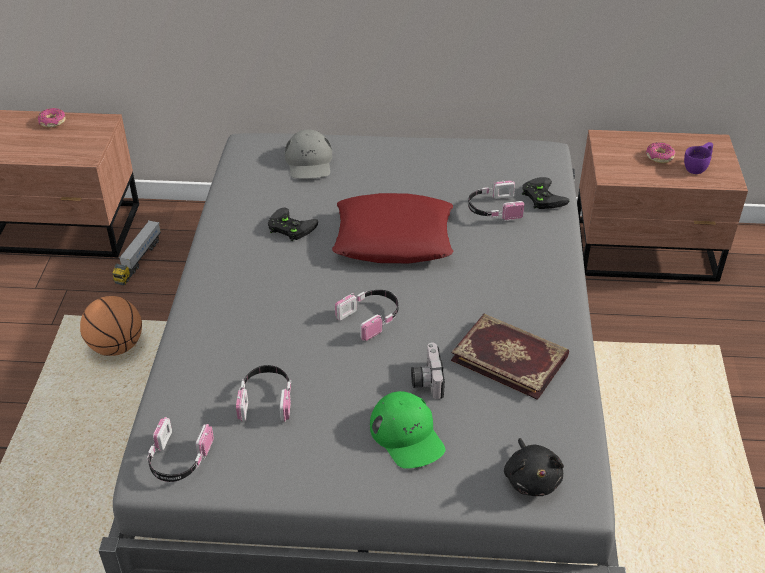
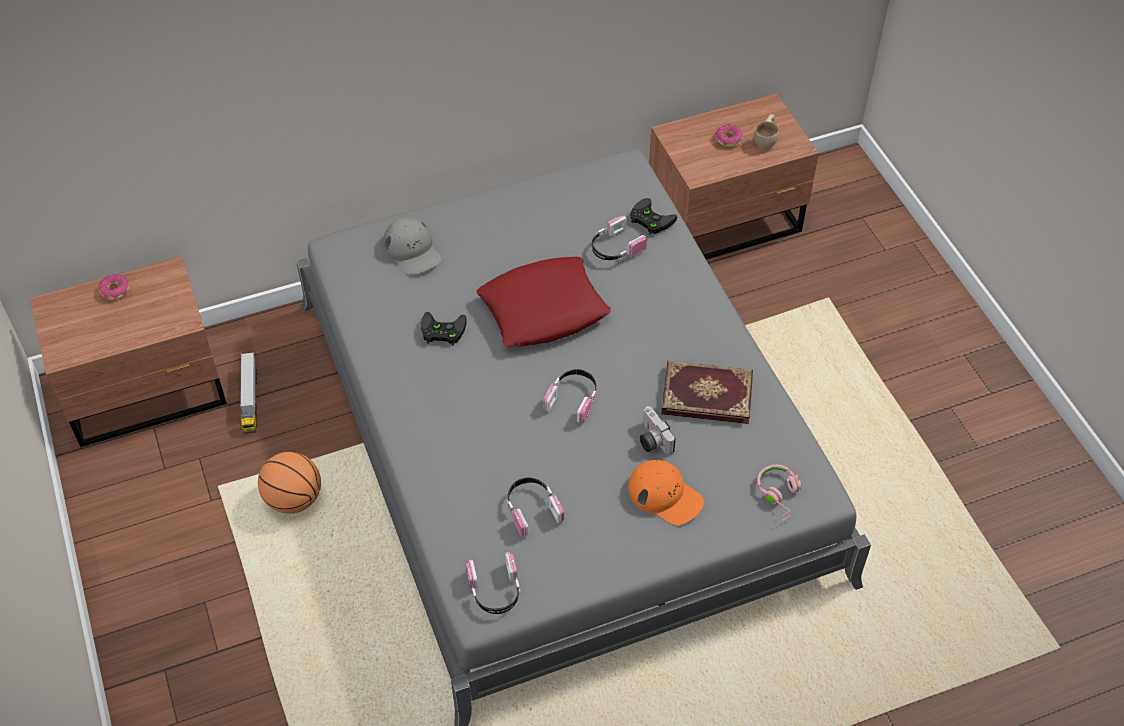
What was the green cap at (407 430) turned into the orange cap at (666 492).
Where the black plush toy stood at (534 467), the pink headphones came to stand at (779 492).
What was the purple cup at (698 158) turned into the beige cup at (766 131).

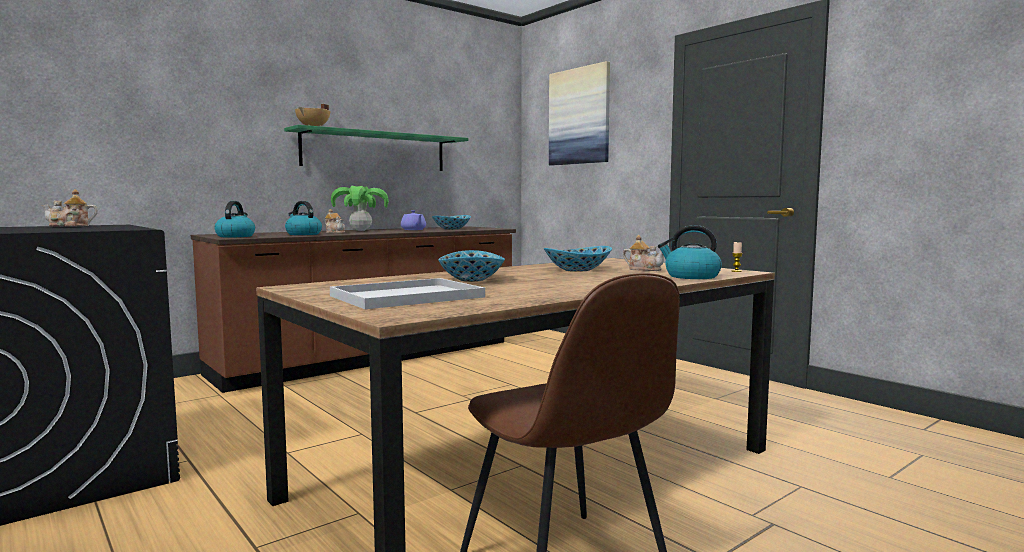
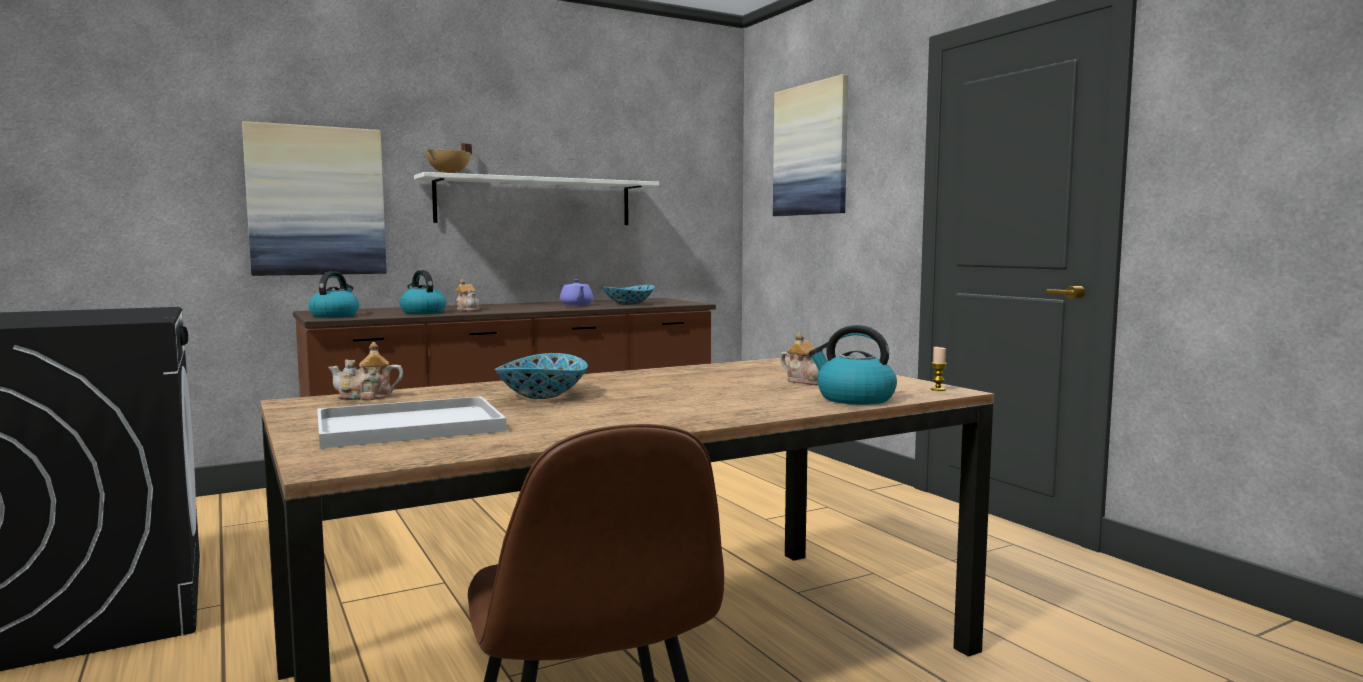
The teapot ended up elsewhere, having gone from (69 208) to (365 371).
What was the green shelf at (376 148) turned into the white shelf at (536 198).
The second view lost the potted plant at (360 208).
The second view lost the bowl at (578 259).
The second view gained the picture at (314 198).

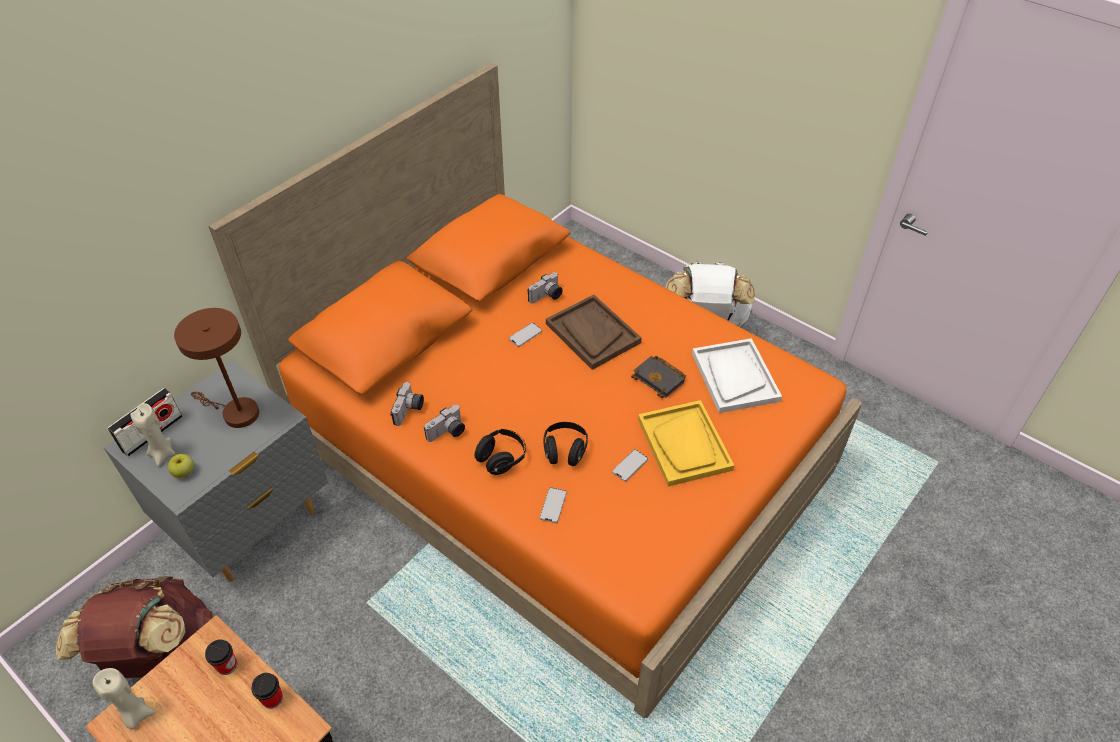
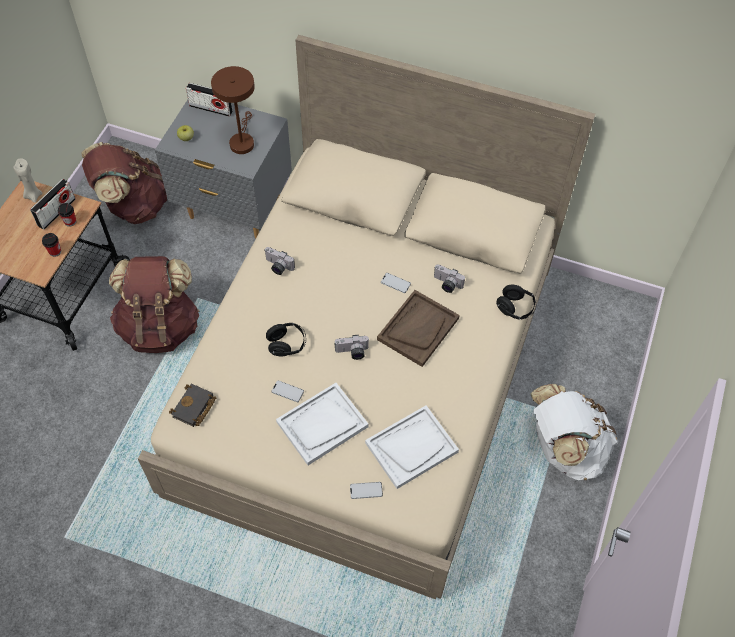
The second view lost the beige candle at (153 434).
What was the orange bed at (535 390) turned into the beige bed at (366 317).
The photo camera ended up elsewhere, having gone from (407 404) to (352 347).
The black headphones ended up elsewhere, having gone from (500 452) to (516 302).
The phone ended up elsewhere, having gone from (553 505) to (366 490).
The black book ended up elsewhere, having gone from (658 377) to (192 405).
What was the yellow tray at (686 443) turned into the white tray at (322 424).
The second view gained the radio at (53 204).
The second view gained the brown backpack at (154 304).

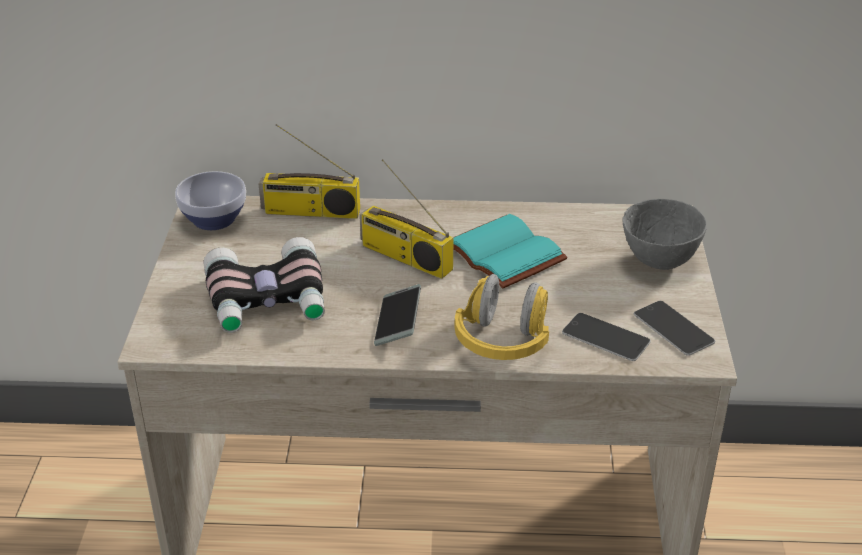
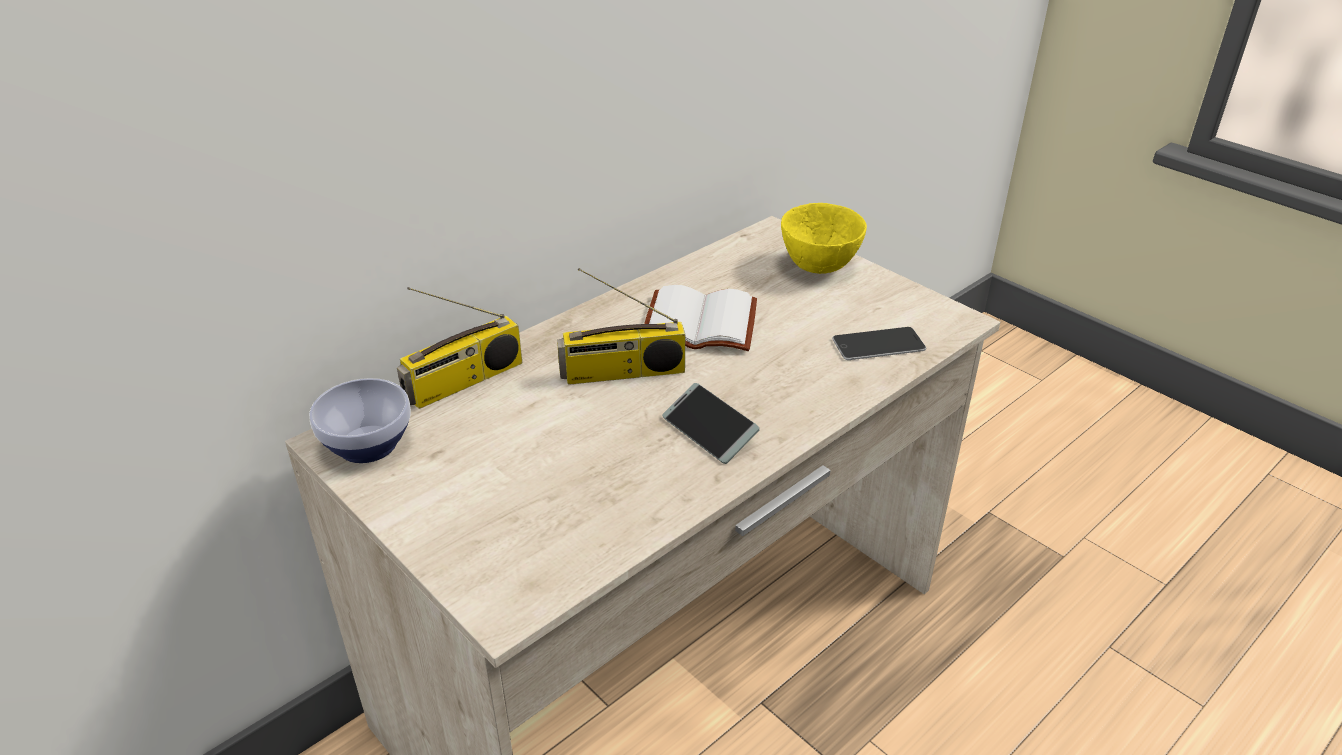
The second view lost the binoculars at (264 285).
What was the turquoise book at (510 251) turned into the white book at (700 318).
The second view lost the yellow headphones at (501 317).
What was the grey bowl at (664 234) turned into the yellow bowl at (824 238).
The second view lost the phone at (674 328).

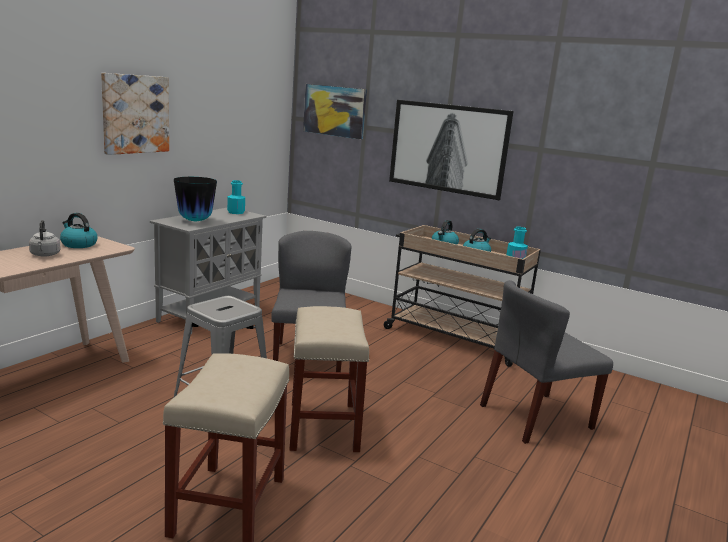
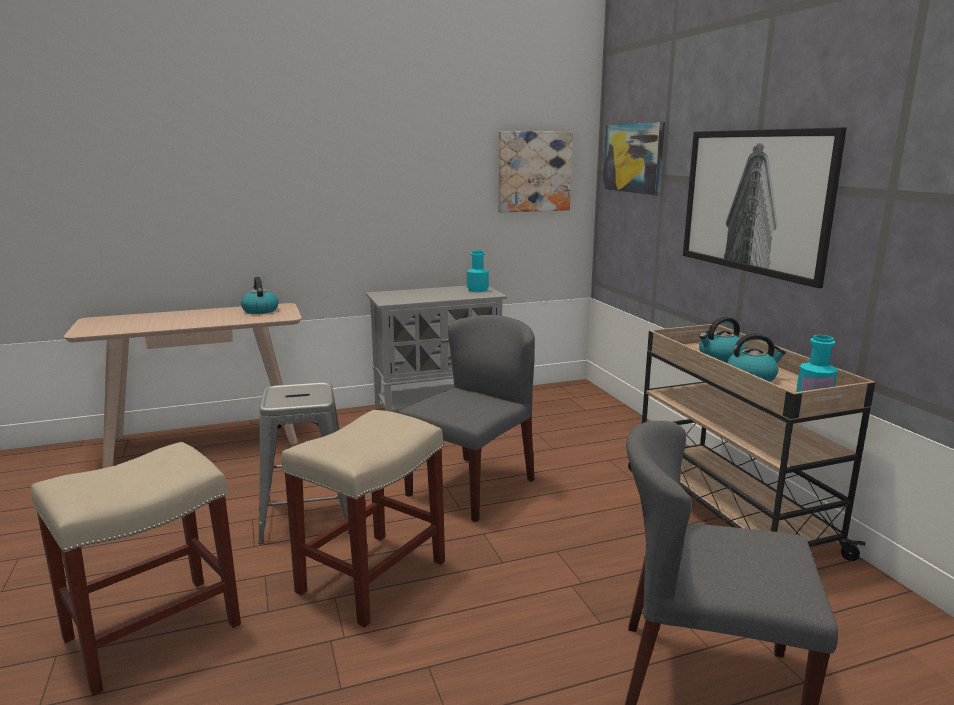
The second view lost the grey kettle at (45 238).
The picture ended up elsewhere, having gone from (135 114) to (535 172).
The second view lost the vase at (195 199).

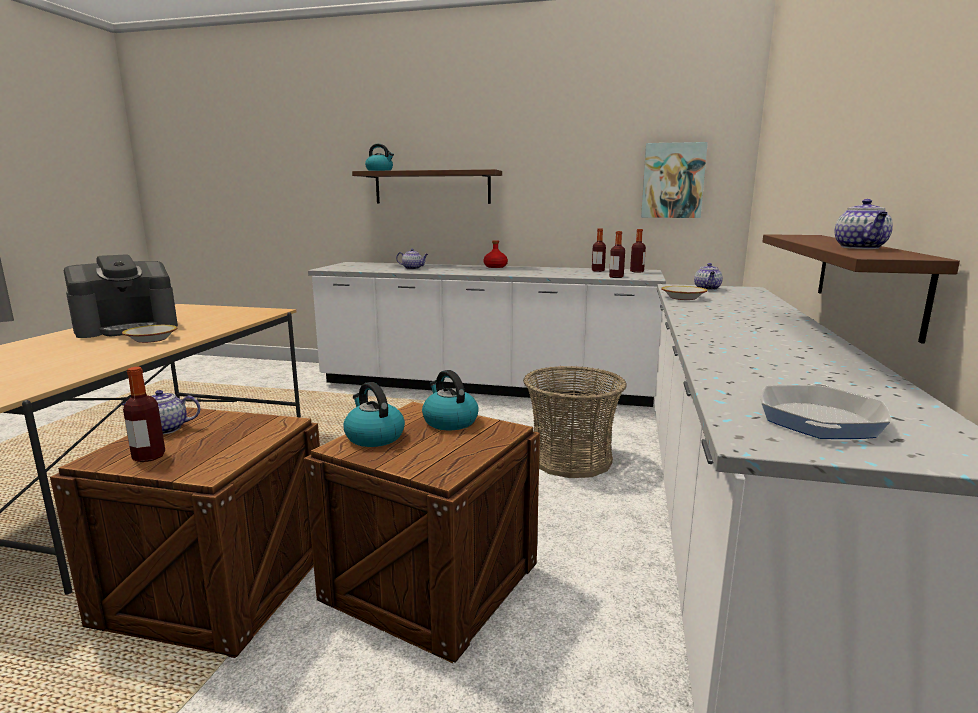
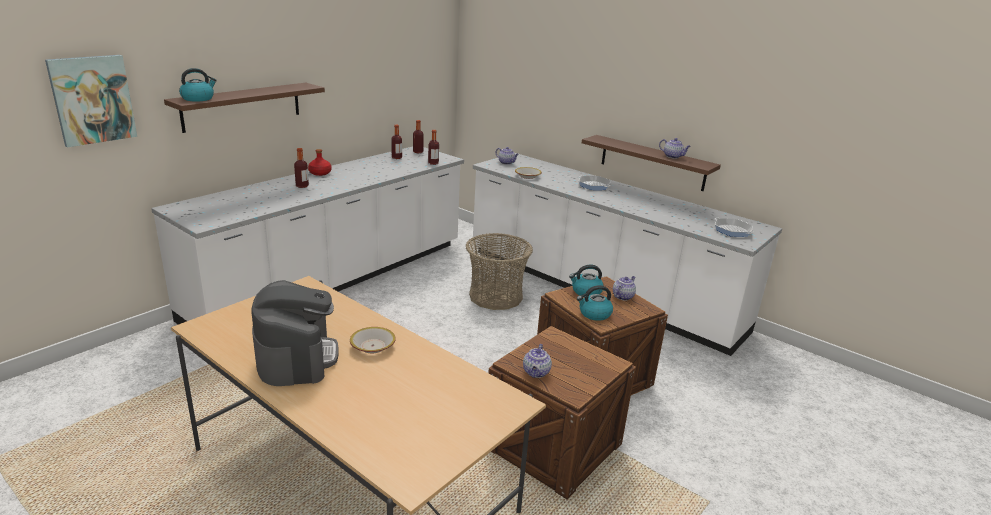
The bottle ended up elsewhere, having gone from (144 414) to (301 168).
The teapot ended up elsewhere, having gone from (412 258) to (624 288).
The picture ended up elsewhere, having gone from (674 180) to (91 101).
The second view gained the frying pan at (595 183).

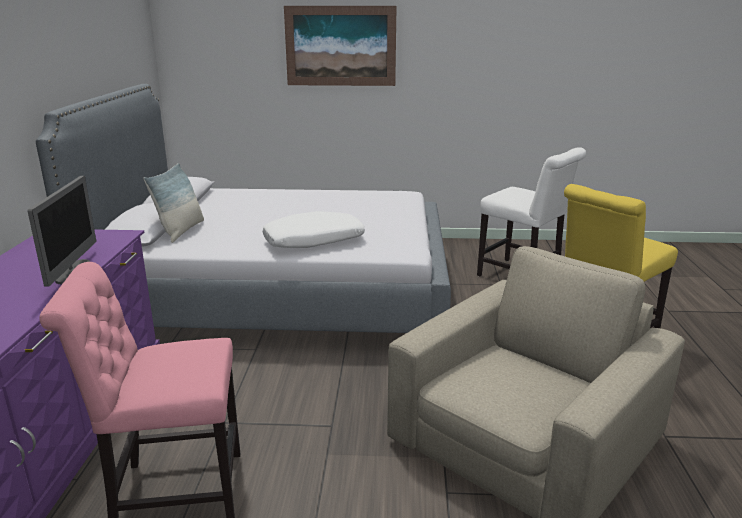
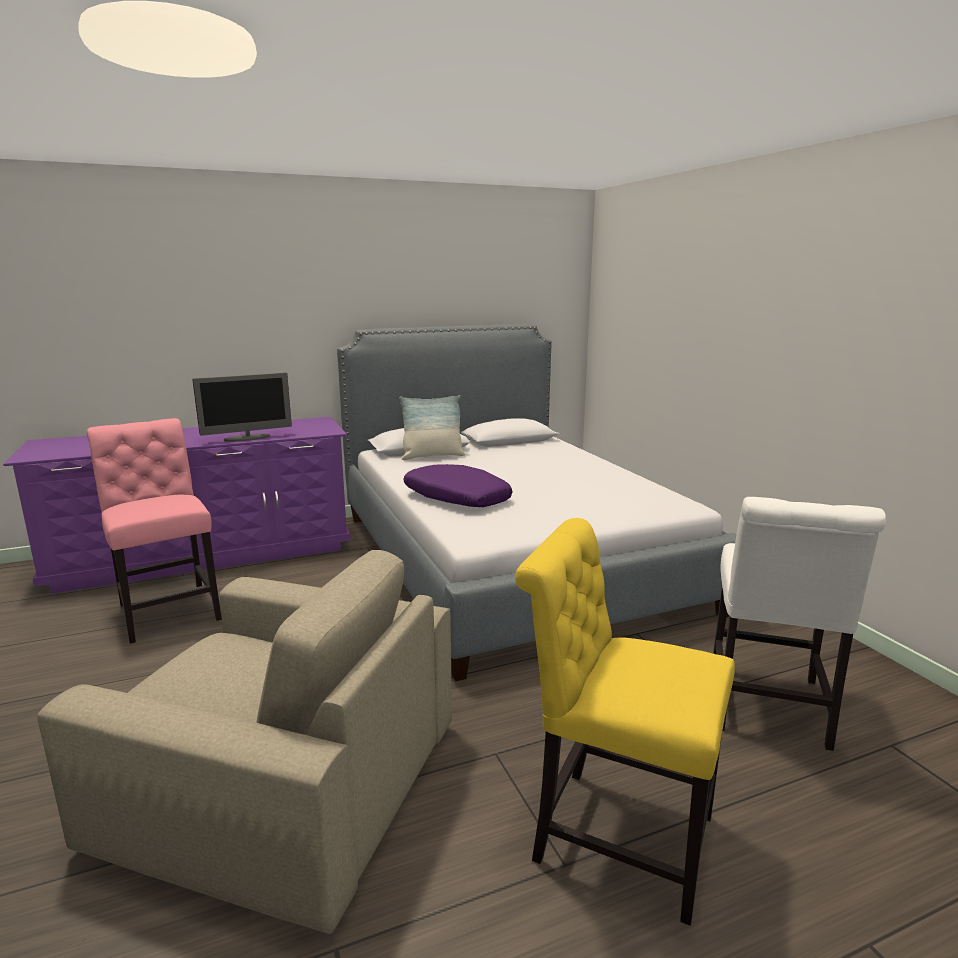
What was the white pillow at (314 229) turned into the purple pillow at (457 485).
The second view lost the picture at (340 46).

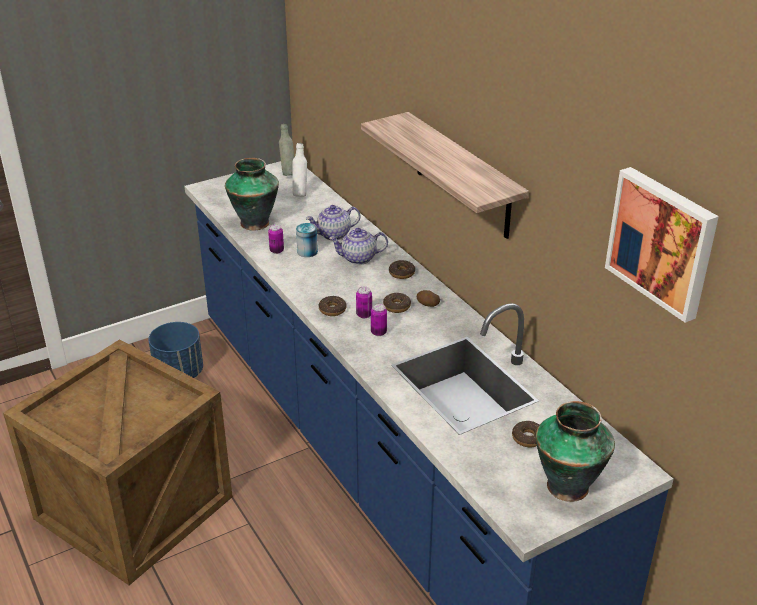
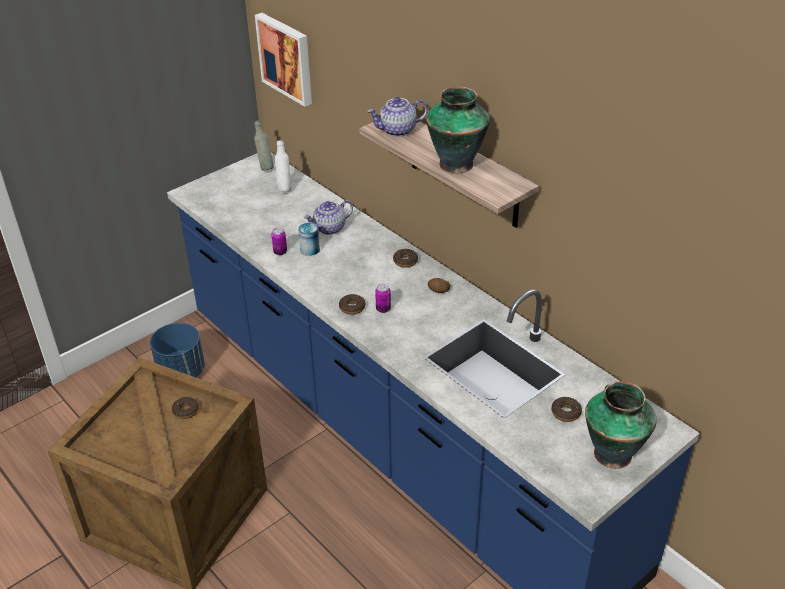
The vase ended up elsewhere, having gone from (252 194) to (458 130).
The teapot ended up elsewhere, having gone from (358 246) to (398 117).
The second view lost the can at (379 320).
The donut ended up elsewhere, having gone from (397 303) to (185 408).
The picture ended up elsewhere, having gone from (662 245) to (283 60).

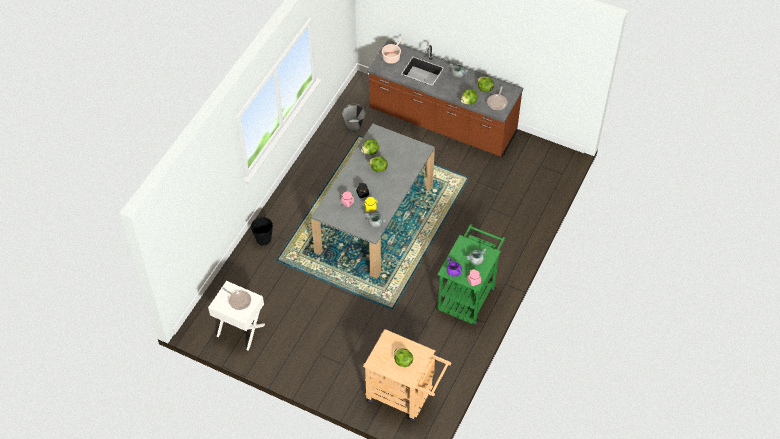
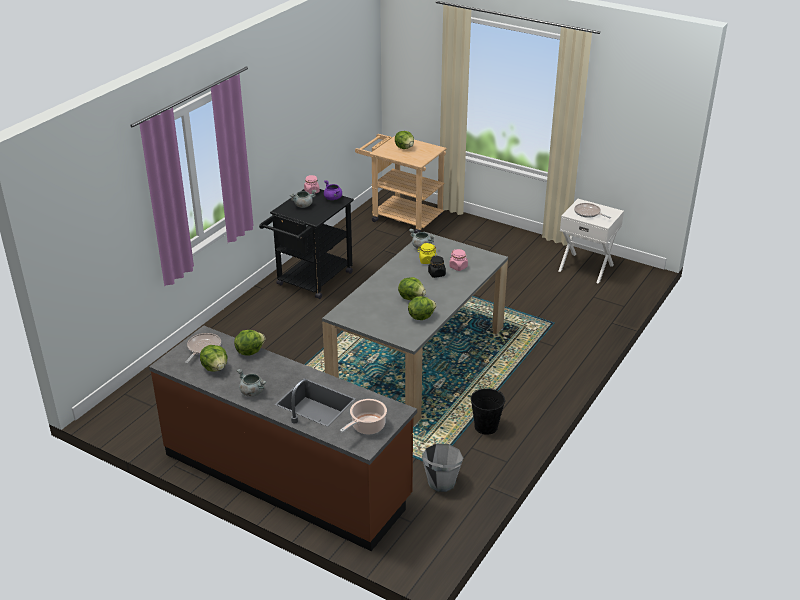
The black bucket ended up elsewhere, having gone from (262 231) to (488 411).
What was the green cart at (471 275) turned into the black cart at (306 244).

